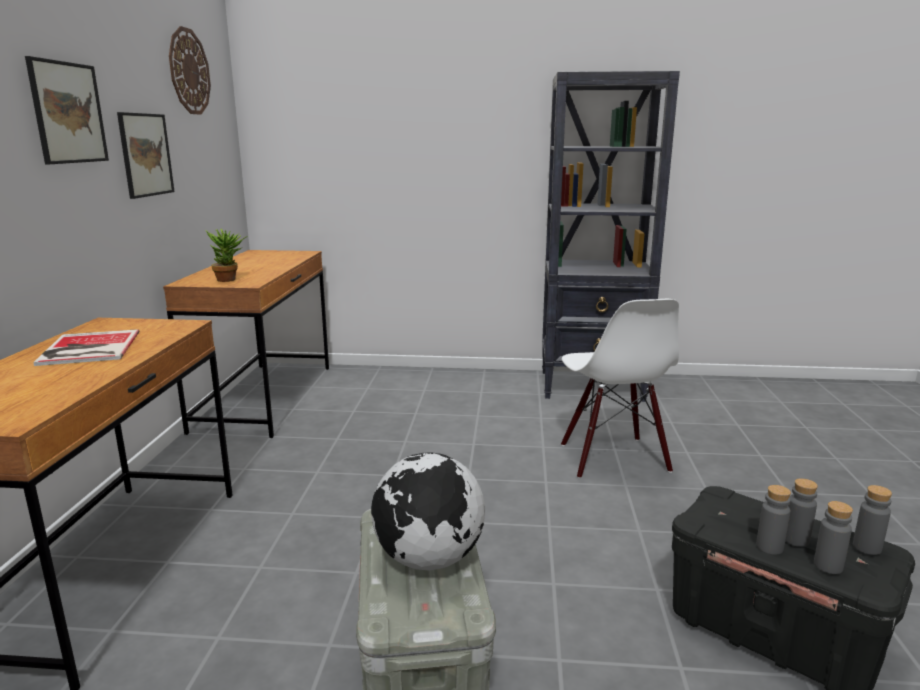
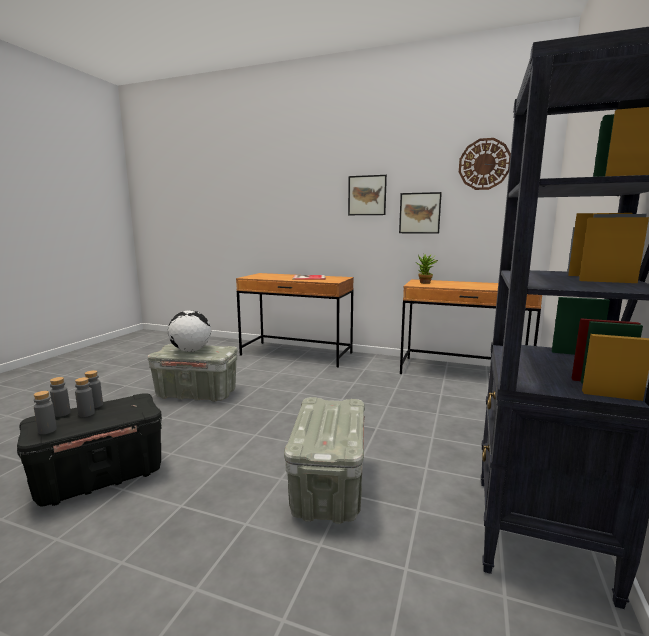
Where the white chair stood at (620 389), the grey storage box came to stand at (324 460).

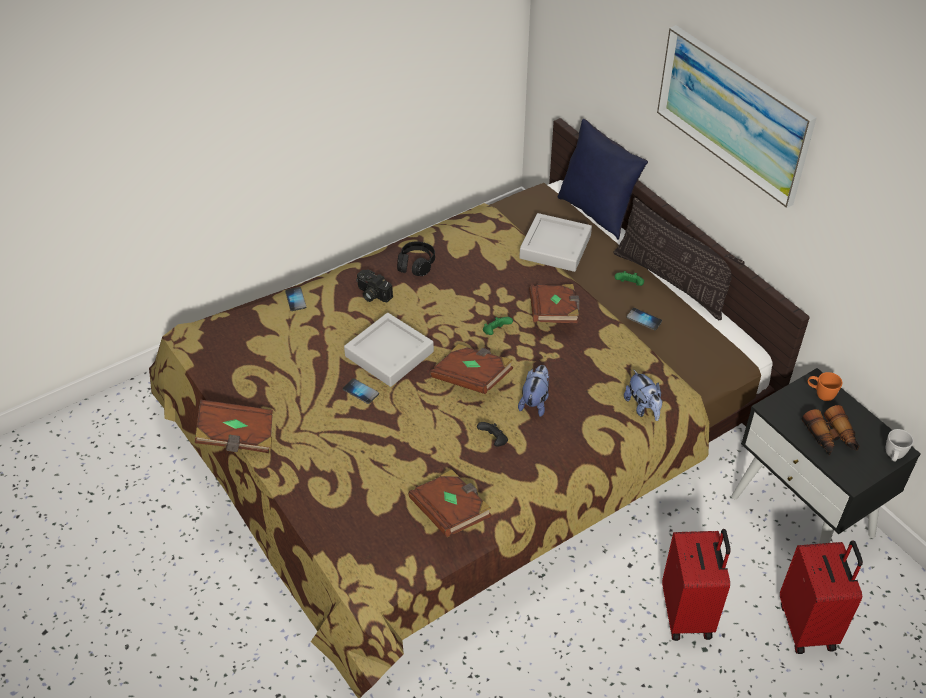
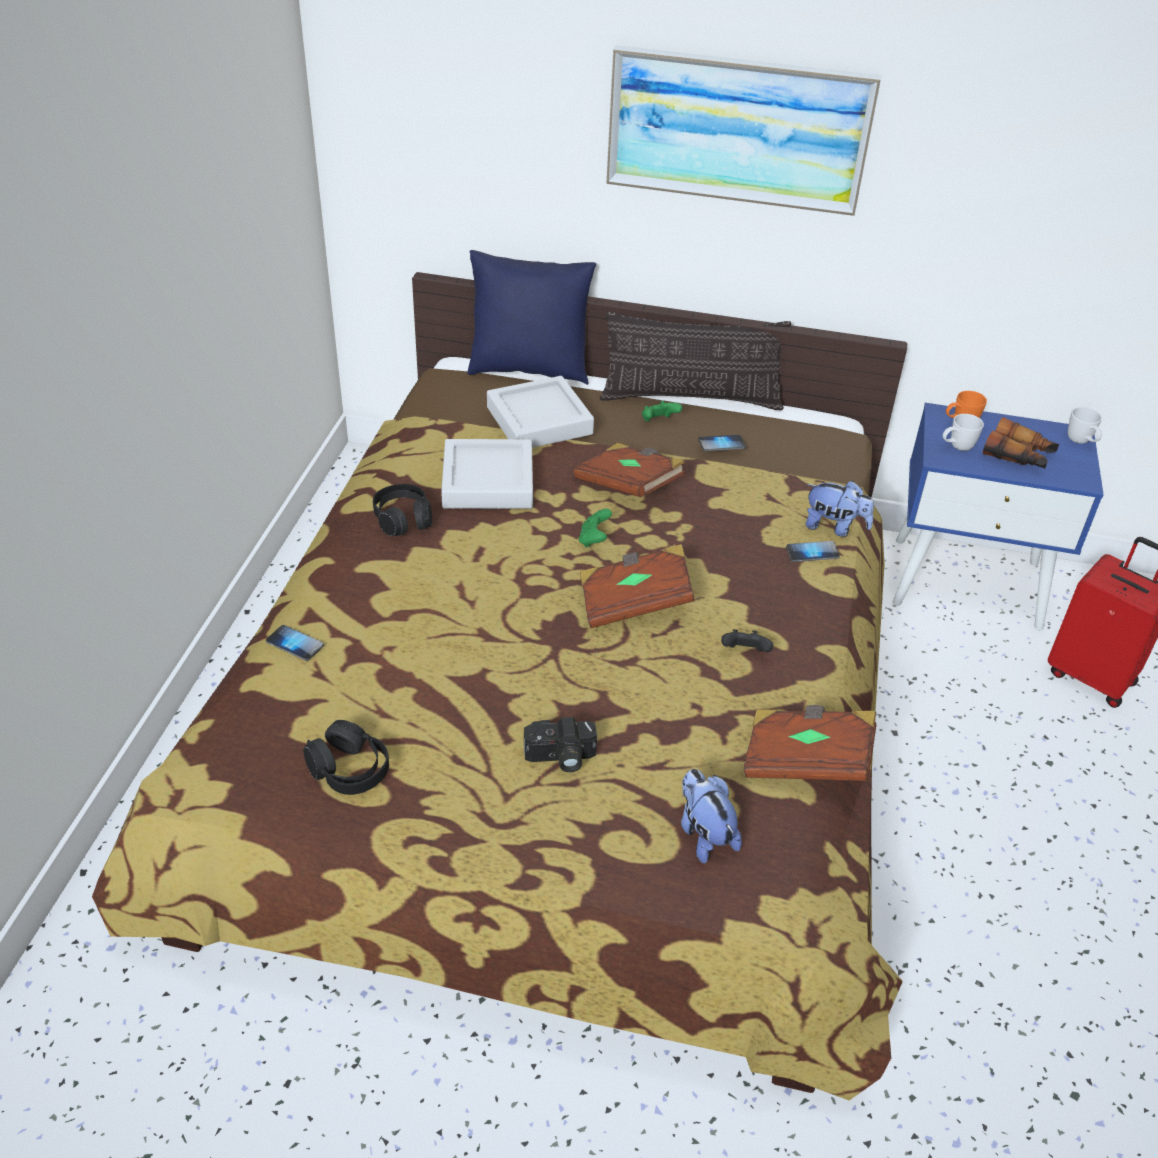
The second view lost the brown book at (234 426).
The phone ended up elsewhere, having gone from (361 391) to (813 551).
The grey tray ended up elsewhere, having gone from (389 350) to (487 474).
The photo camera ended up elsewhere, having gone from (374 285) to (560 744).
The plush toy ended up elsewhere, having gone from (533 391) to (711 816).
The second view lost the red suitcase at (696 585).
What was the black nightstand at (826 456) turned into the blue nightstand at (998 516).
The second view gained the black headphones at (346 757).
The second view gained the white mug at (963 432).

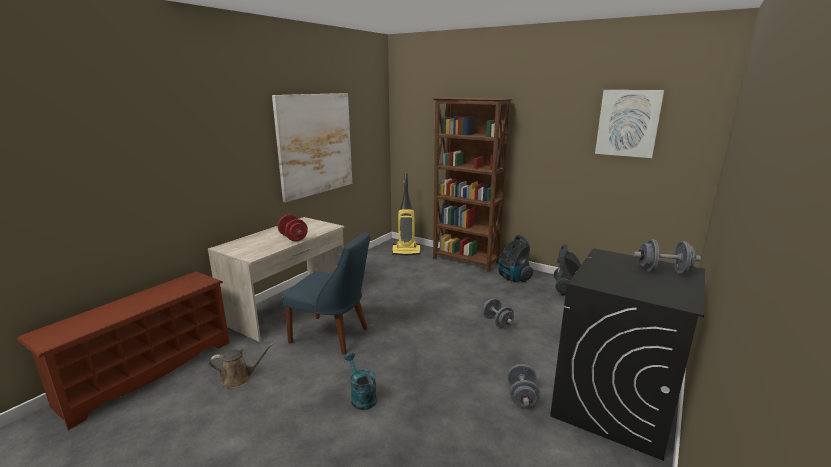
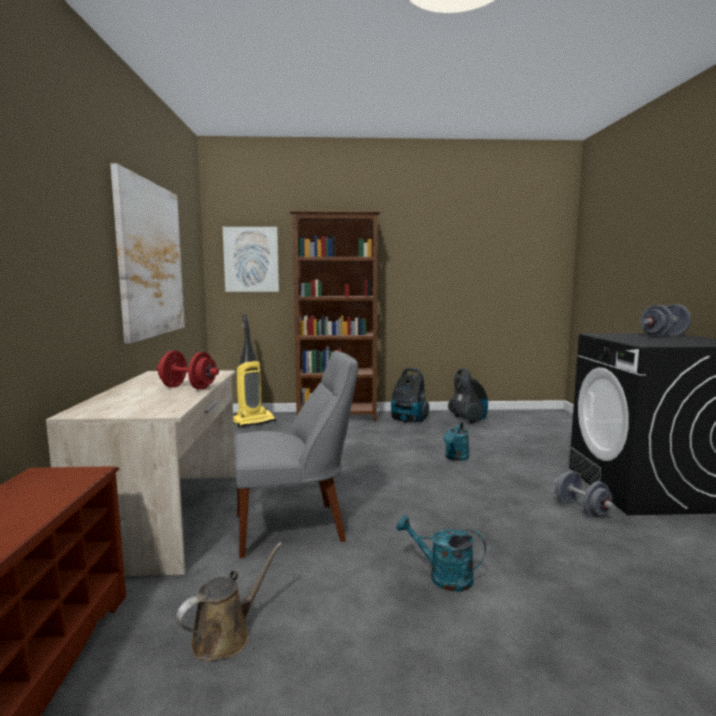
What was the blue chair at (326 293) turned into the grey chair at (296 454).
Where the grey dumbbell stood at (498 313), the turquoise watering can came to stand at (456 441).
The picture ended up elsewhere, having gone from (629 124) to (251 259).

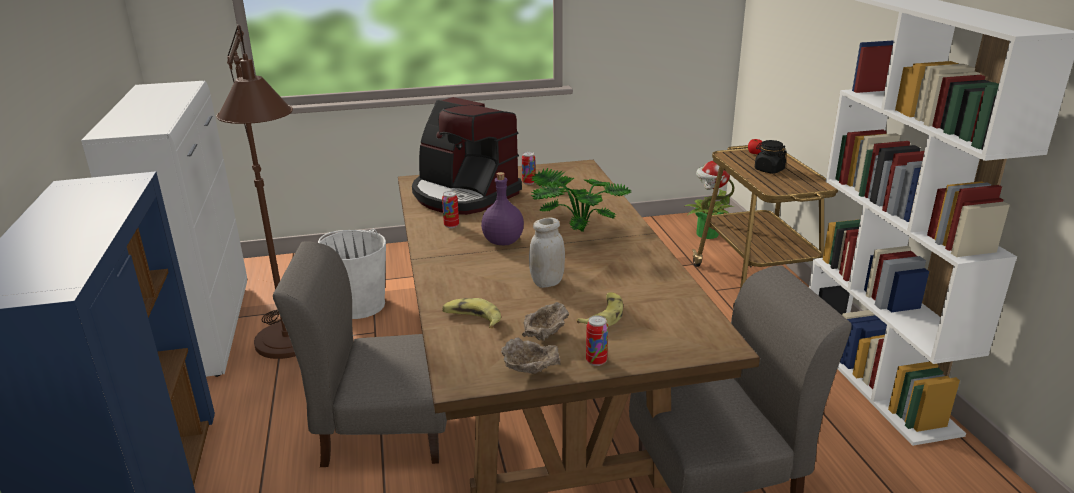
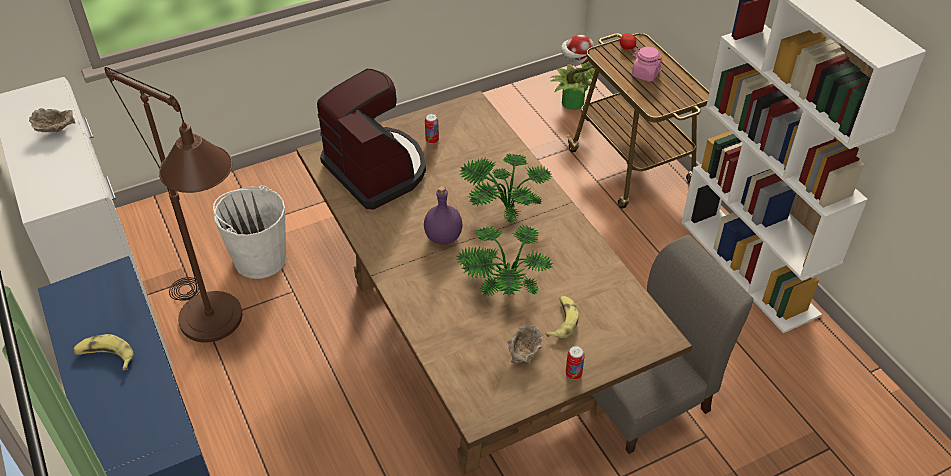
The second view lost the grey chair at (360 354).
The coffee machine at (467 156) ended up facing another way, 150 degrees counterclockwise from before.
The second view lost the can at (450 209).
The banana ended up elsewhere, having gone from (471 313) to (103 352).
The beige bowl ended up elsewhere, having gone from (531 356) to (52 120).
Where the white jar stood at (547 253), the potted plant came to stand at (504 260).
What was the black jar at (771 157) turned into the pink jar at (647 64).

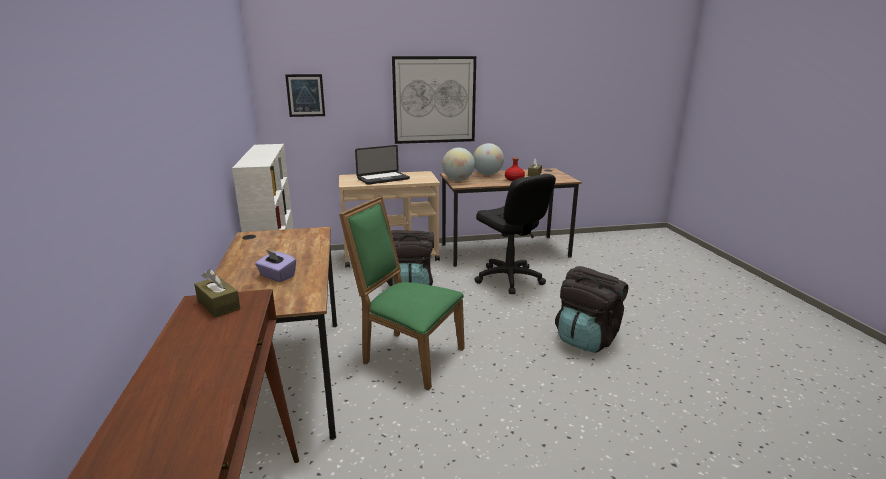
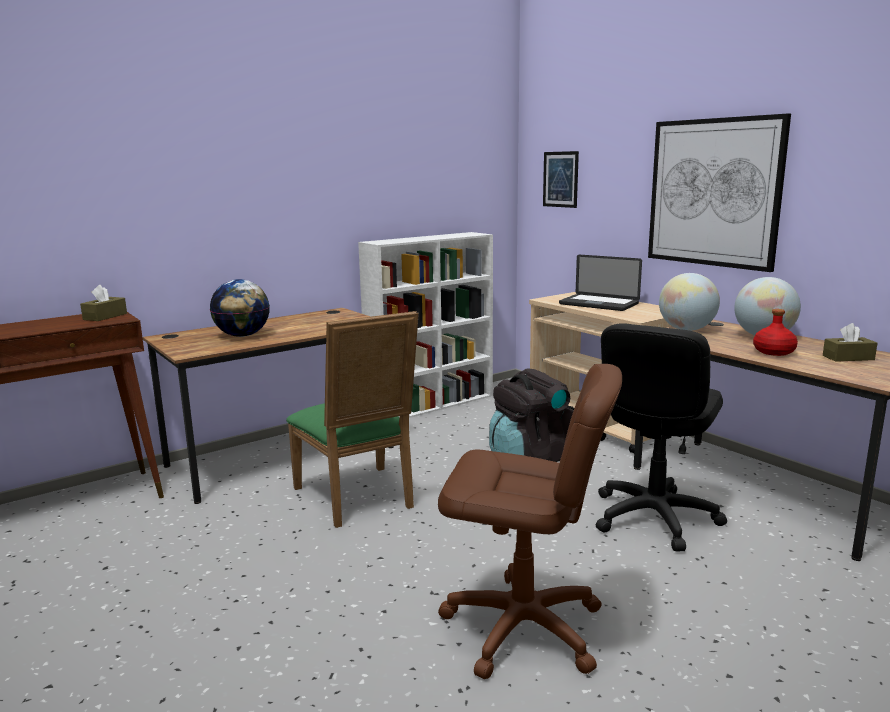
Where the purple tissue box stood at (275 266), the globe came to stand at (240 308).
The green chair at (402 293) ended up facing another way, 150 degrees clockwise from before.
Where the black backpack stood at (591 309), the brown office chair came to stand at (530 521).

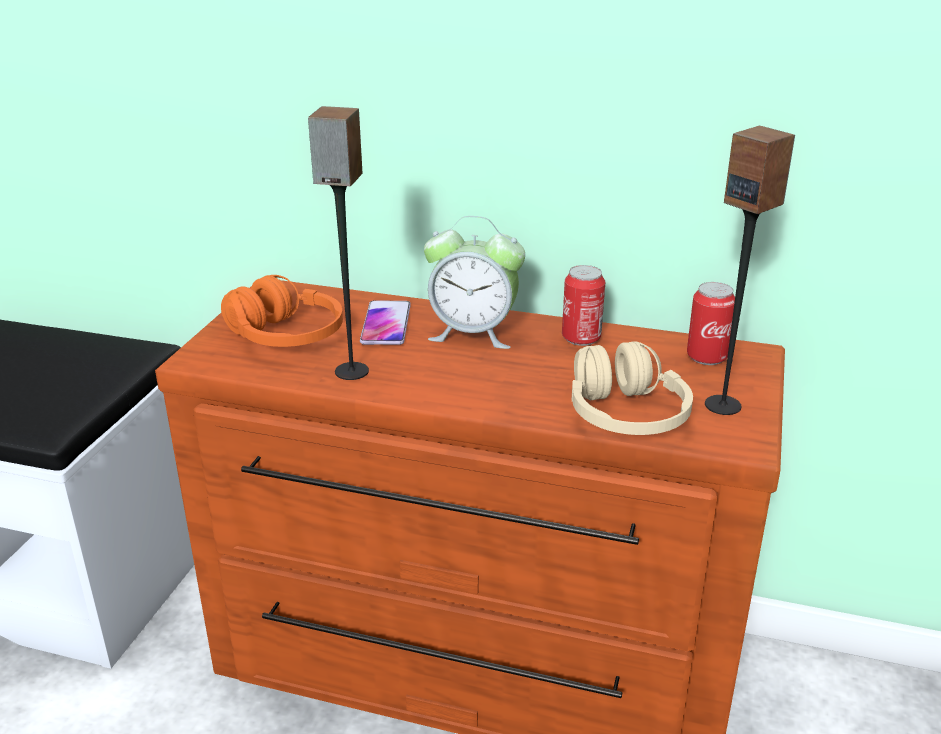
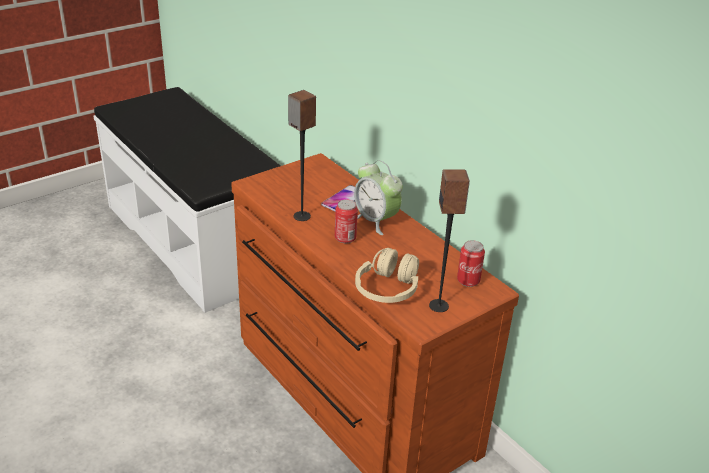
The second view lost the orange headphones at (282 311).
The can ended up elsewhere, having gone from (583 305) to (346 221).

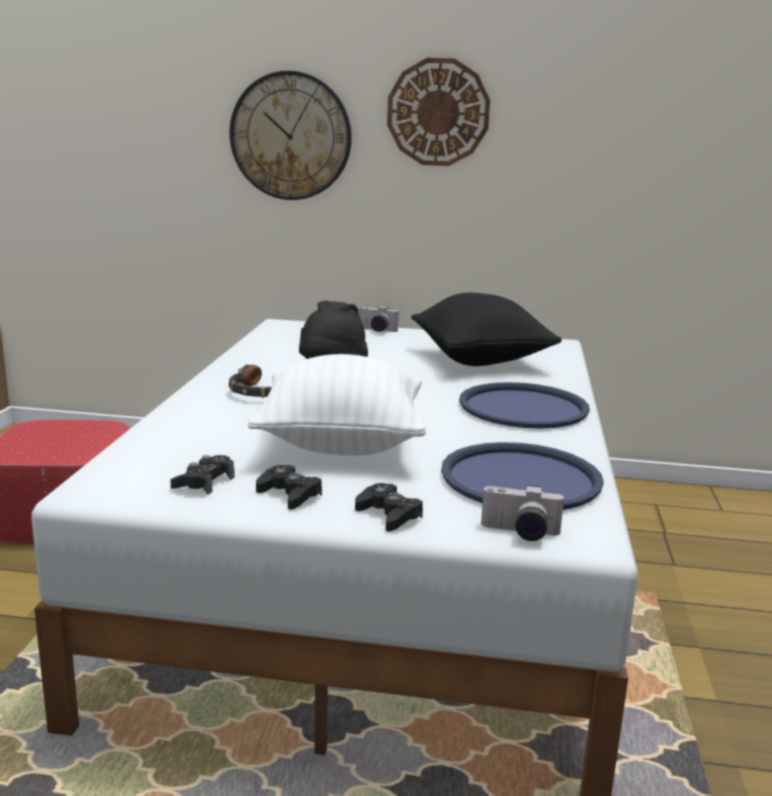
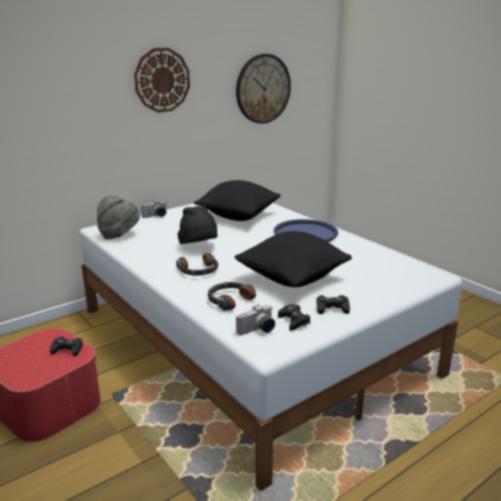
The wall clock ended up elsewhere, having gone from (291 135) to (263 89).
What was the white pillow at (337 405) turned into the black pillow at (293 259).
The black game controller ended up elsewhere, having gone from (389 507) to (66 346).
The second view lost the blue tray at (522 476).
The photo camera ended up elsewhere, having gone from (523 513) to (255 320).
The second view gained the grey hat at (118 217).
The second view gained the headphones at (232 296).

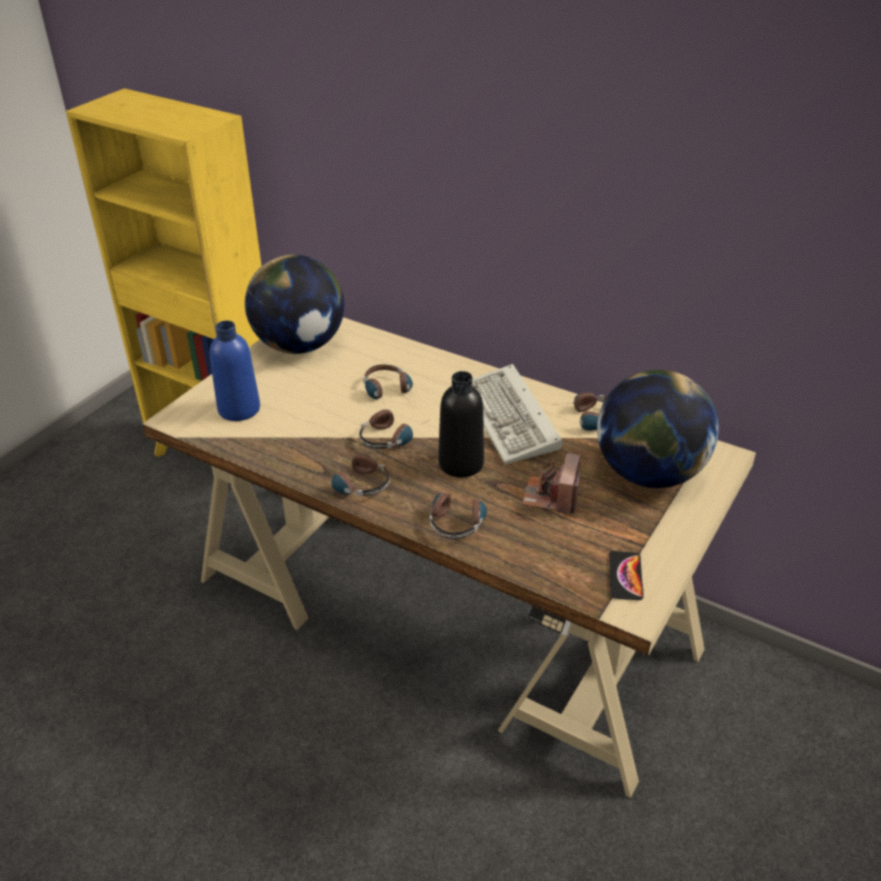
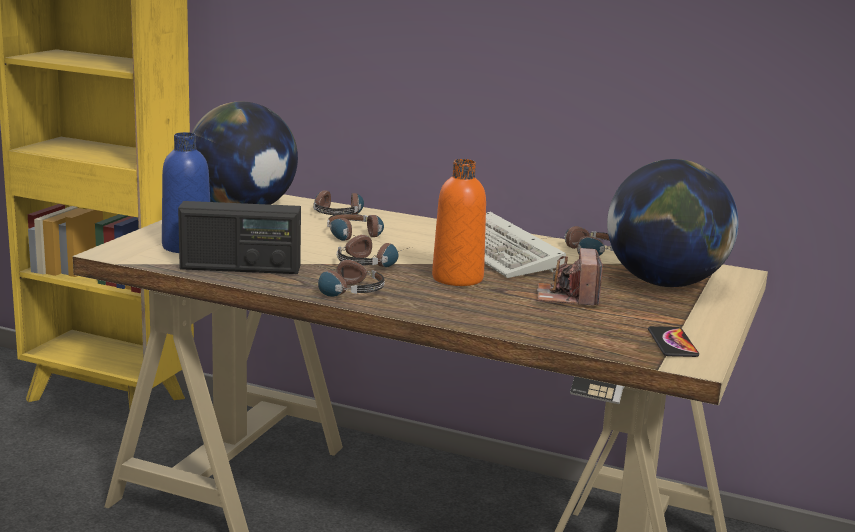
The headphones ended up elsewhere, having gone from (458 514) to (338 202).
What was the black bottle at (461 424) turned into the orange bottle at (459 222).
The second view gained the radio at (239 237).

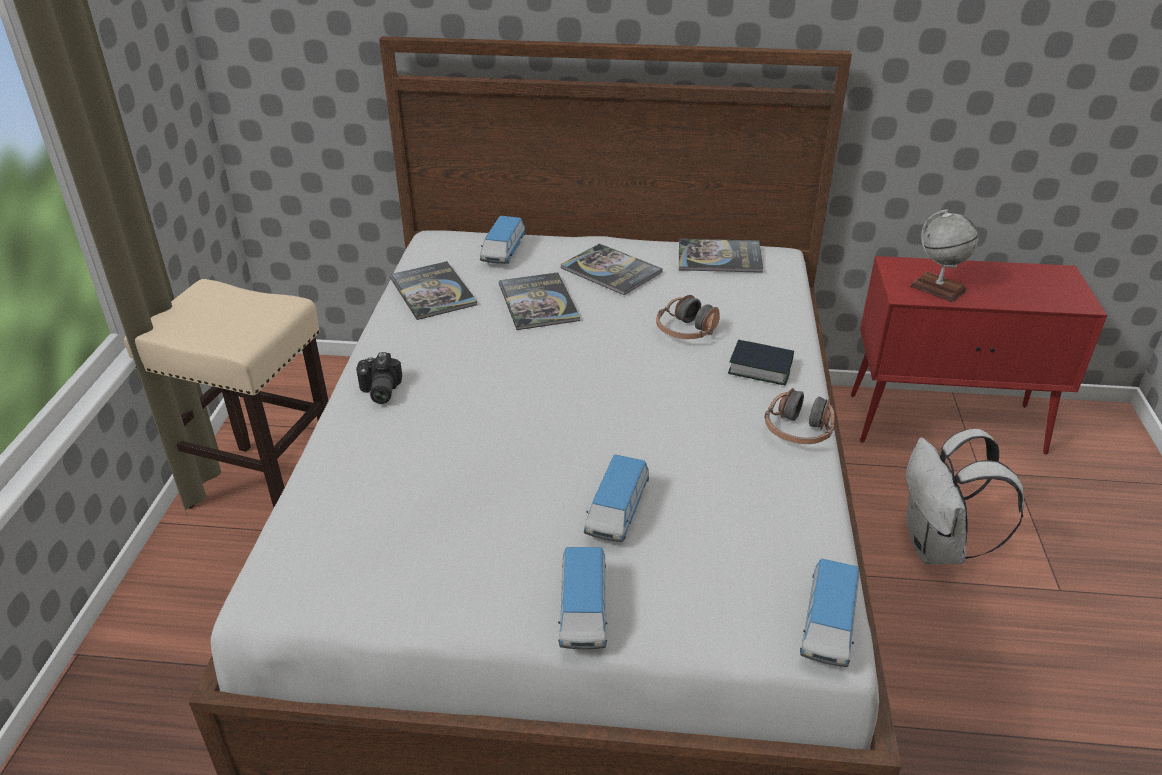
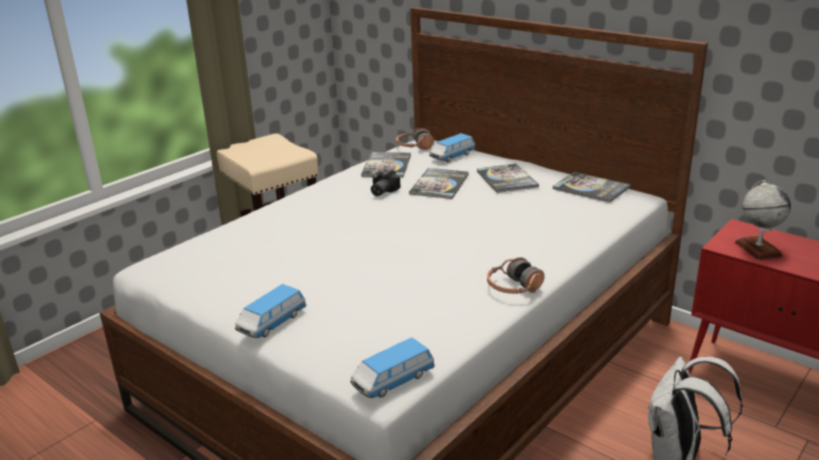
The photo camera ended up elsewhere, having gone from (379 378) to (386 182).
The second view lost the toy car at (616 498).
The headphones ended up elsewhere, having gone from (688 317) to (415 139).
The second view lost the book at (761 362).

